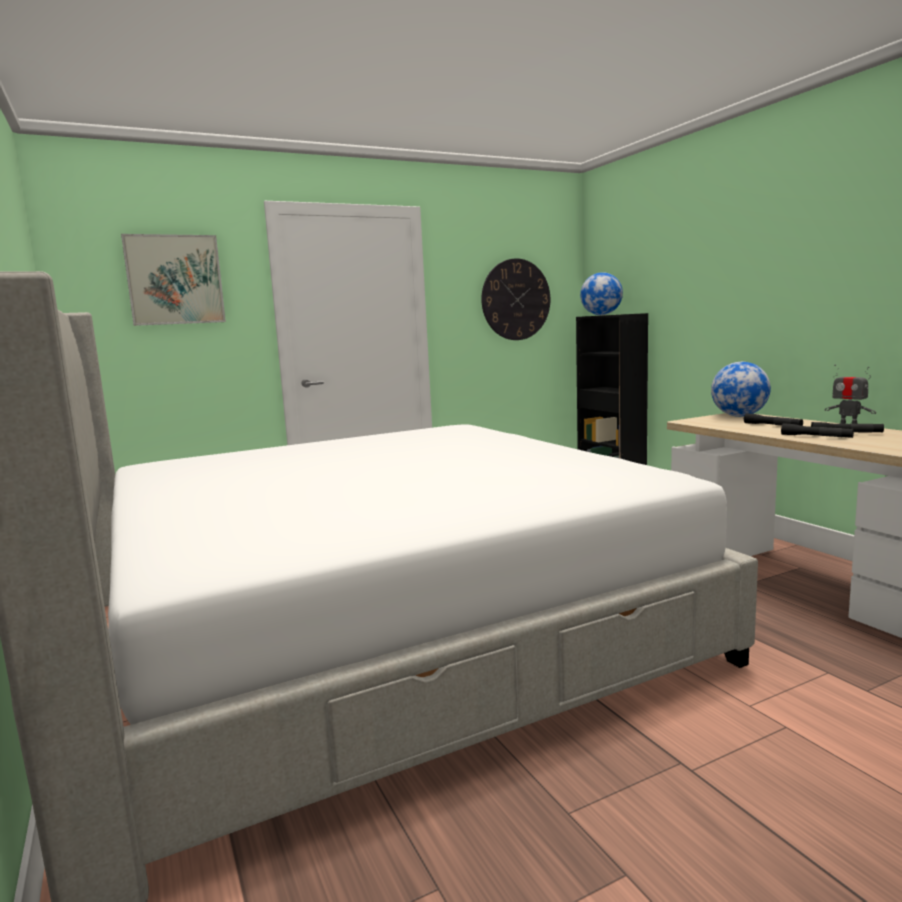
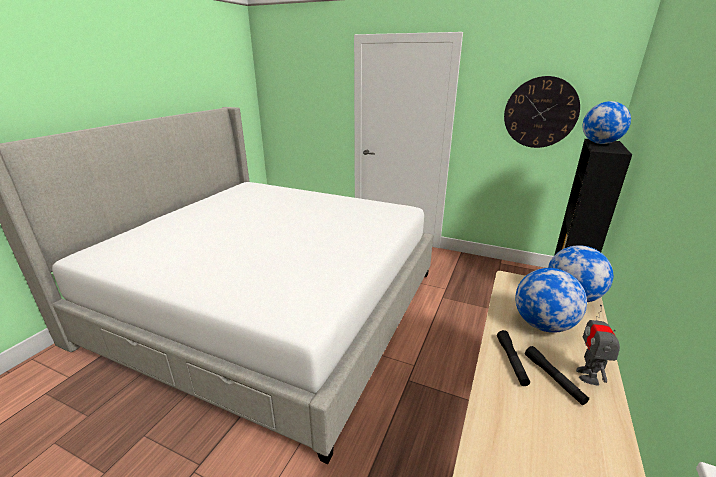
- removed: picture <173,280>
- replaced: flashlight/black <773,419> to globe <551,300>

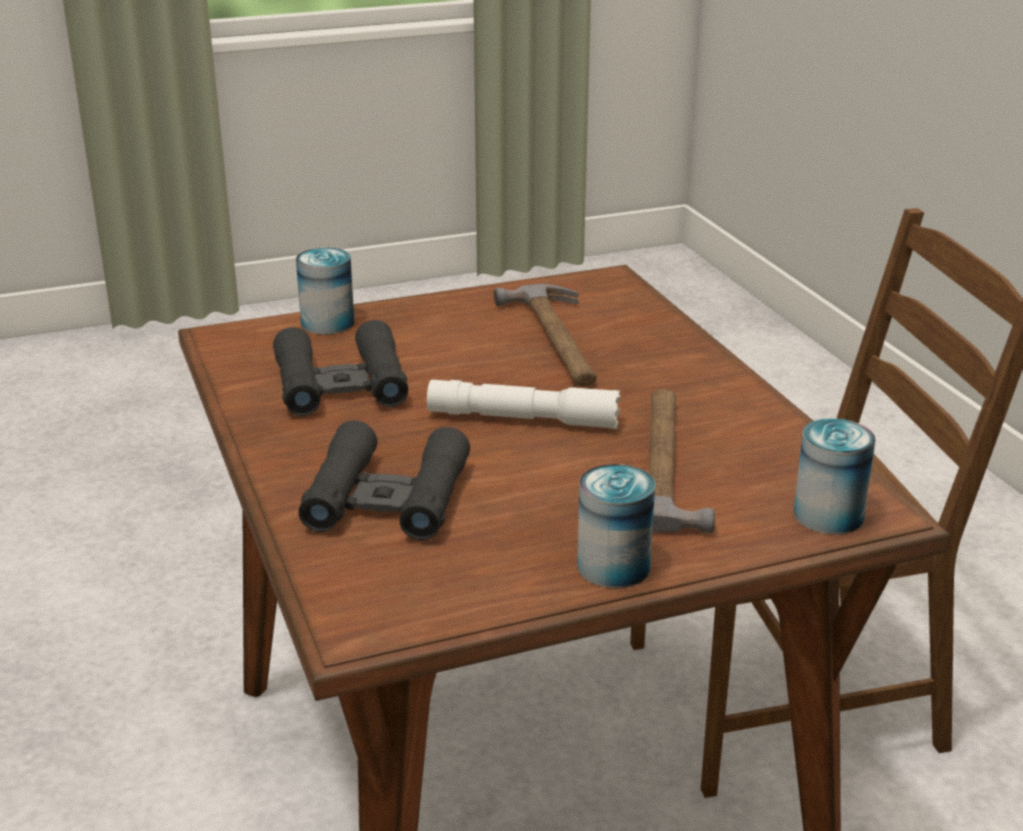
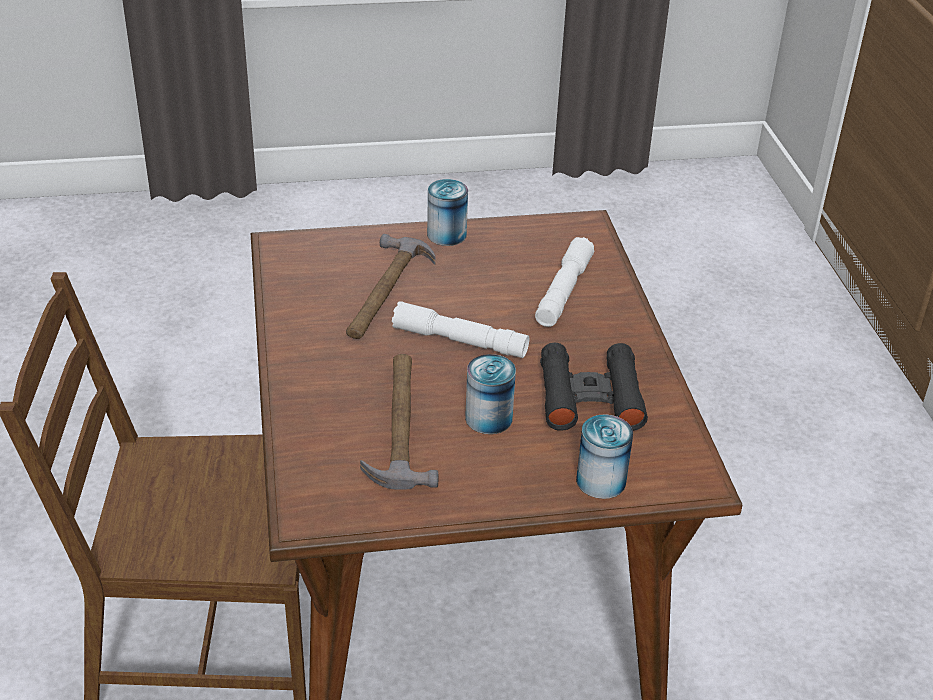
- replaced: binoculars/black <384,480> to flashlight/white <564,282>
- moved: can <835,476> to <490,394>

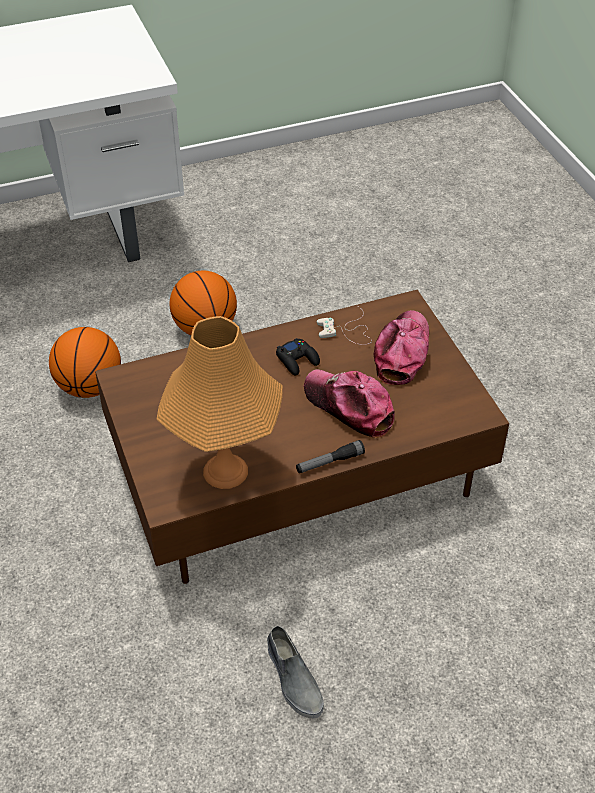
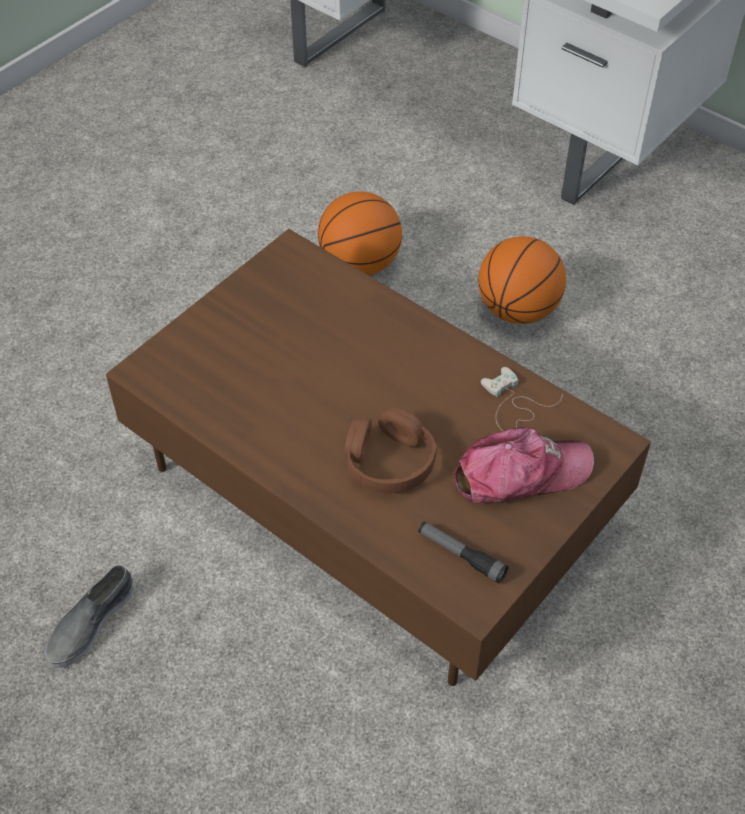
- removed: table lamp/orange <220,402>
- removed: game controller/black <298,356>
- moved: flashlight <330,456> to <463,552>
- replaced: cap <349,403> to headphones/brown <391,450>

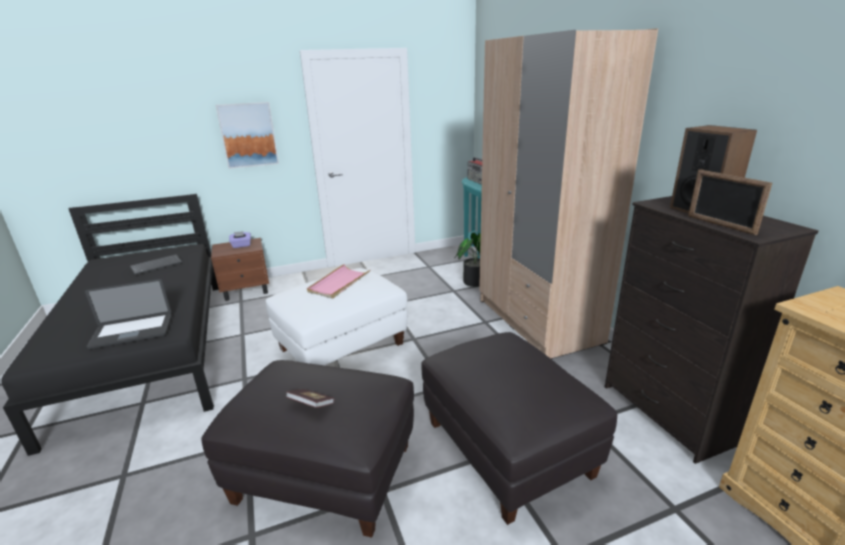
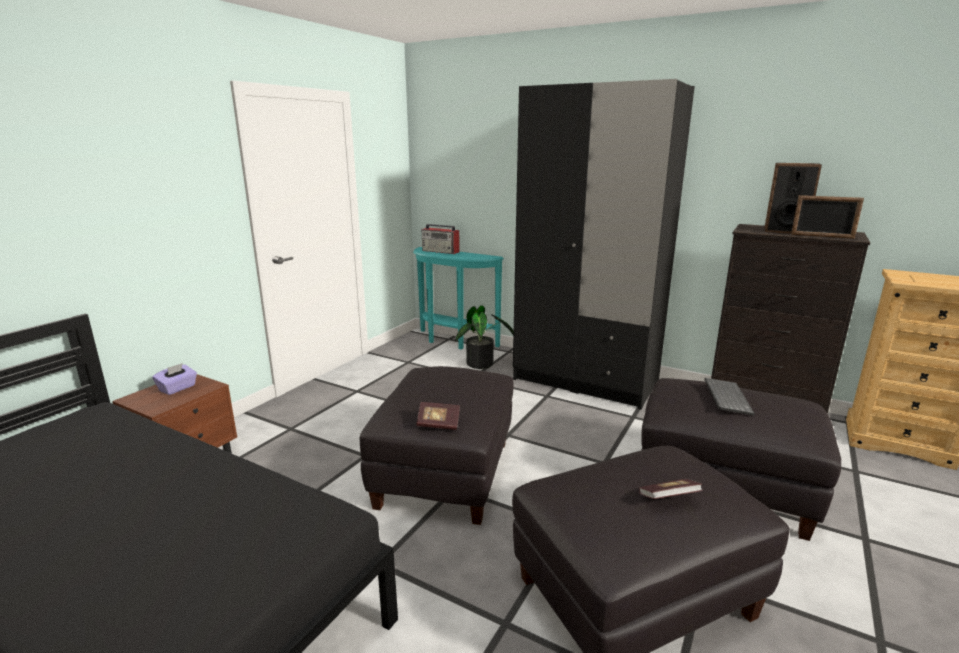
- removed: laptop <128,314>
- moved: keyboard <156,264> to <729,396>
- removed: picture <247,135>
- recoloured: ottoman/white <336,317> to ottoman/black <437,445>
- removed: tray/pink <339,281>
- recoloured: wardrobe/beige <568,193> to wardrobe/black <604,244>
- added: book <438,416>

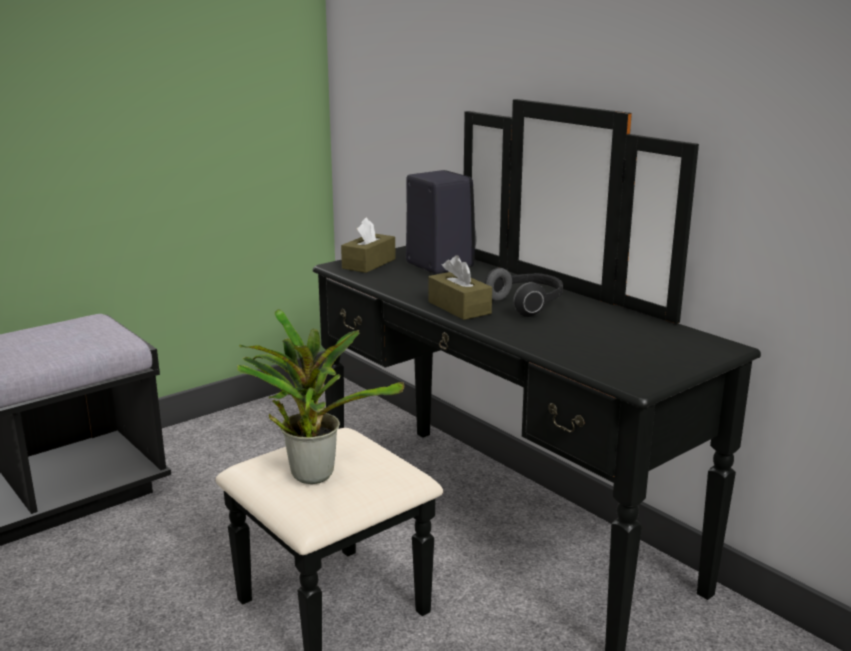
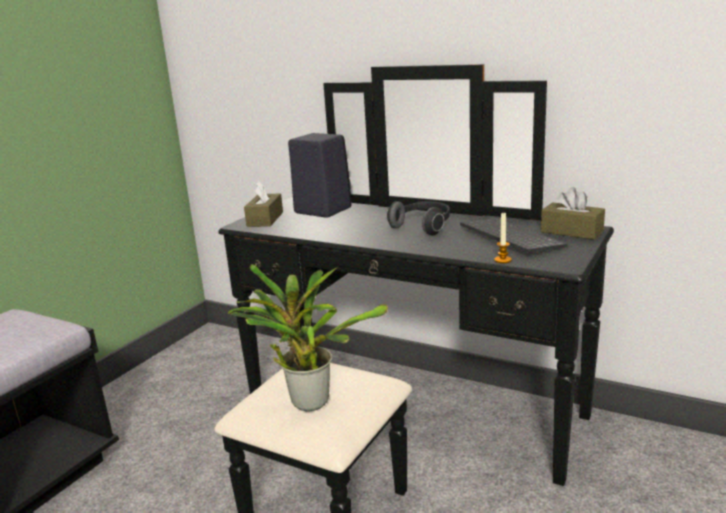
- moved: tissue box/brown <460,287> to <573,213>
- added: keyboard <514,235>
- added: candle <503,237>

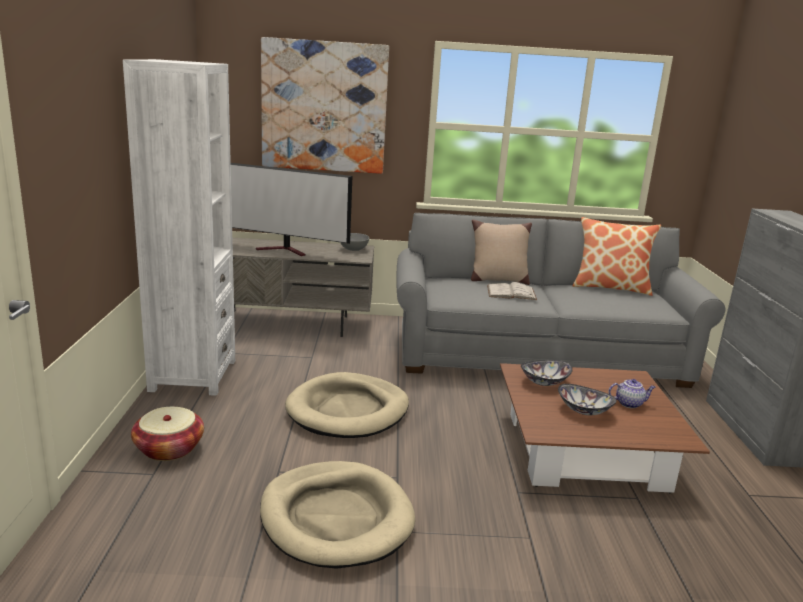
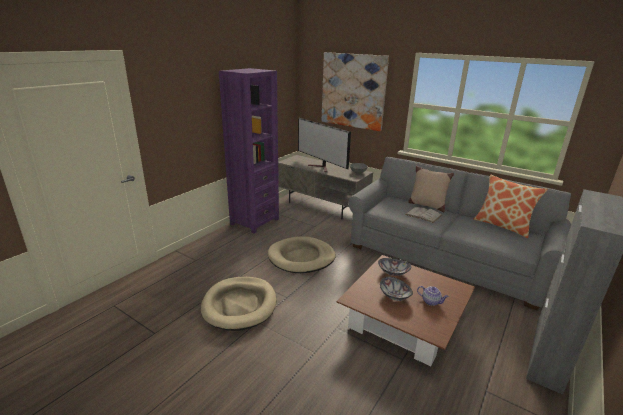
- recoloured: bookcase/white <179,227> to bookcase/purple <249,151>
- removed: basket <167,434>

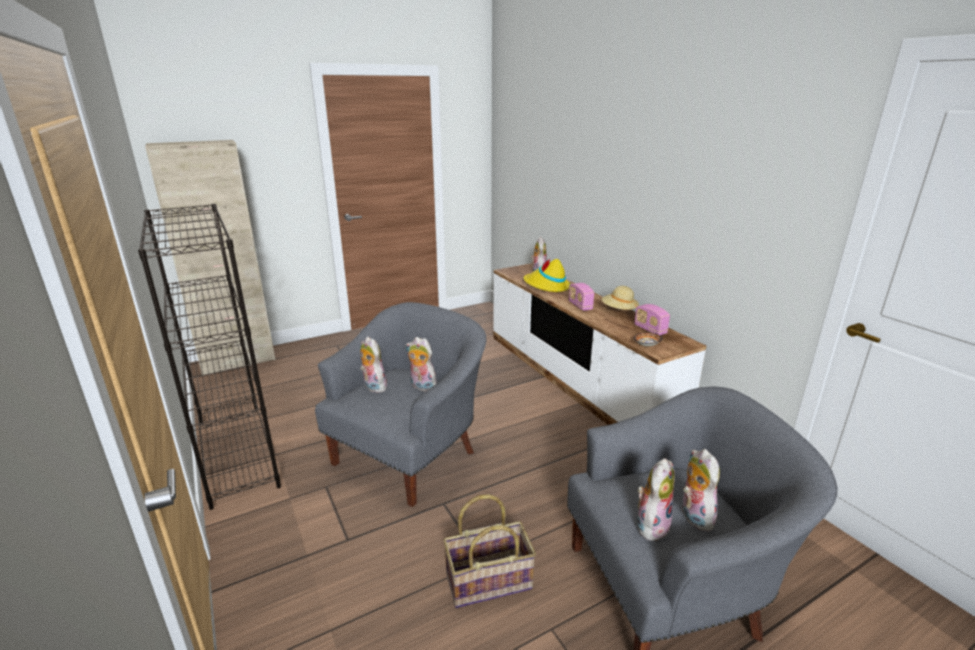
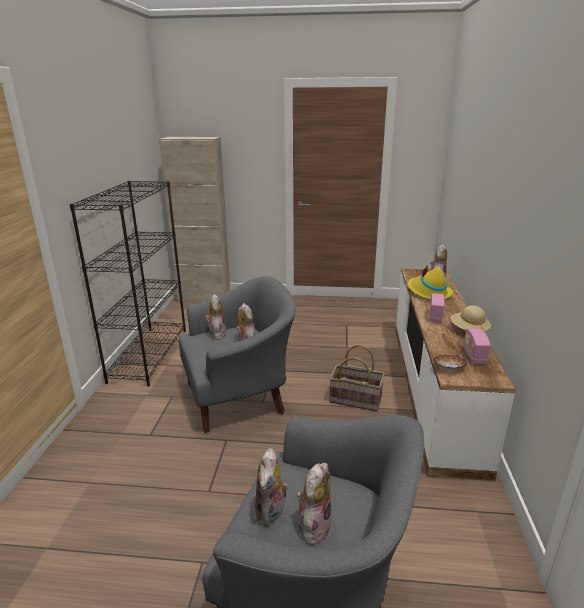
- moved: basket <489,551> to <357,378>
- turned: plush toy <656,499> = <272,487> 120 degrees clockwise

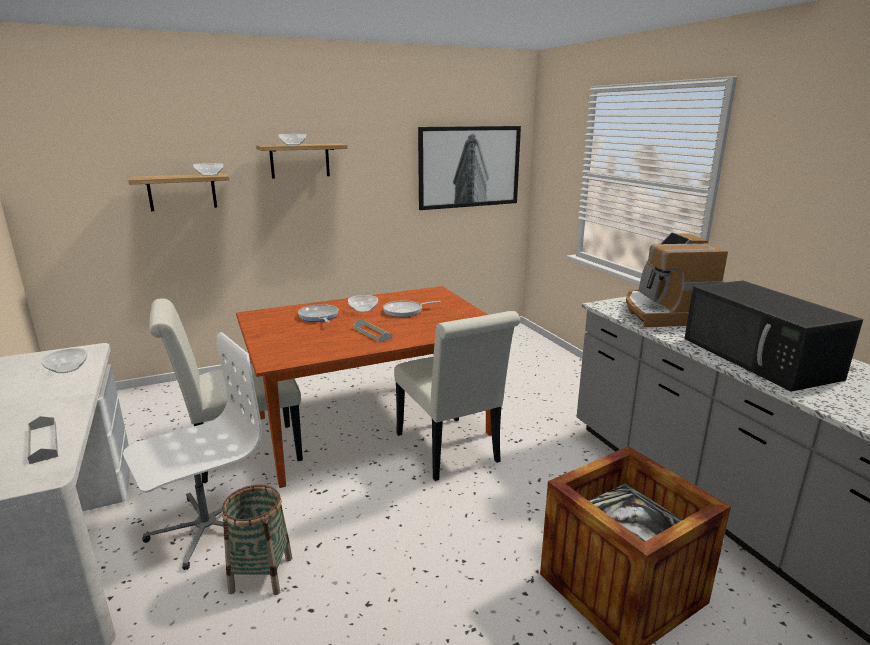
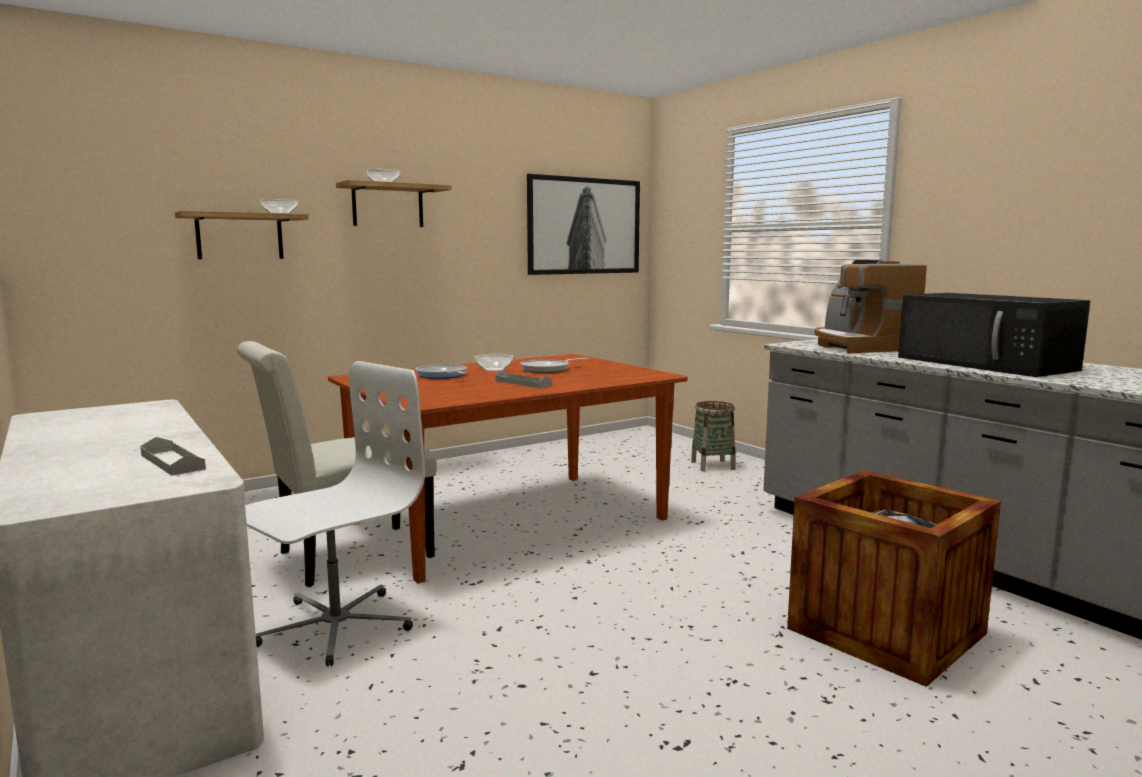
- removed: bowl <63,360>
- moved: basket <257,540> to <713,436>
- removed: chair/white <457,396>

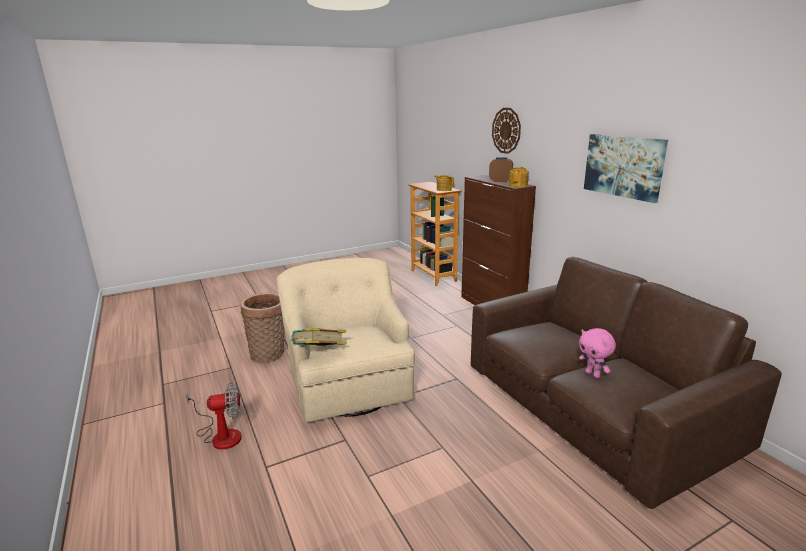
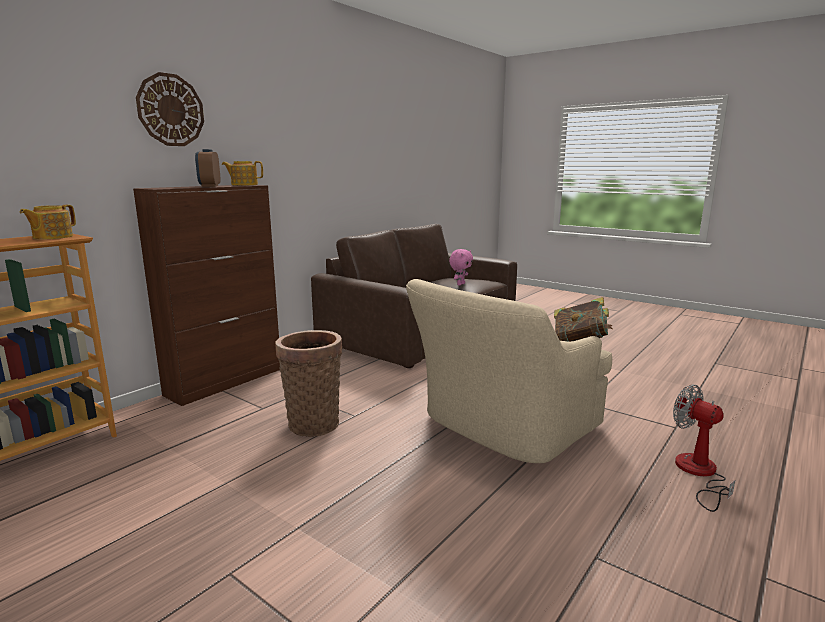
- moved: basket <262,328> to <308,383>
- removed: picture <626,168>

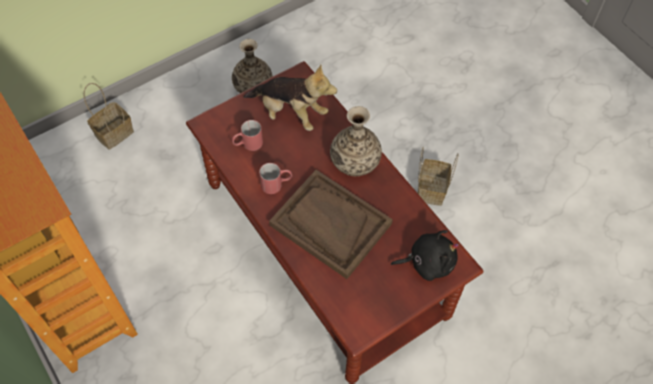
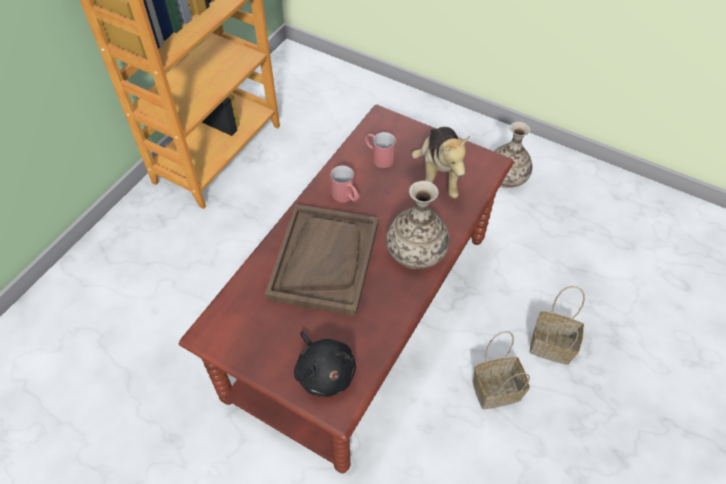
- moved: basket <109,116> to <557,325>

